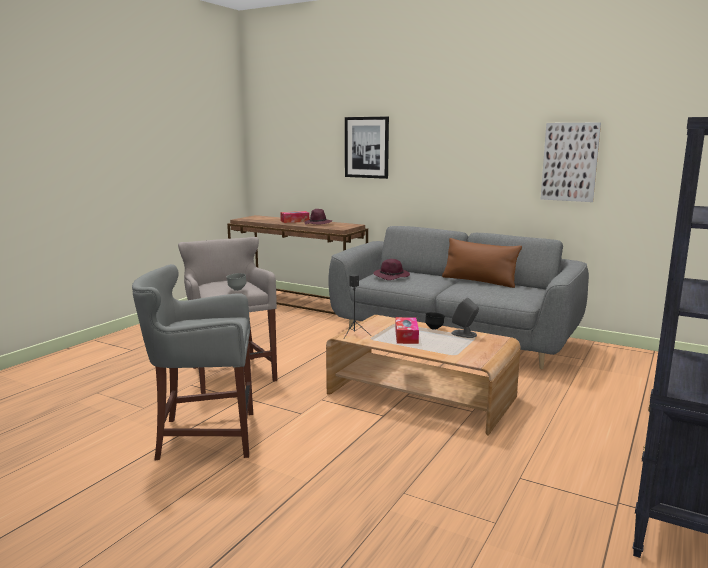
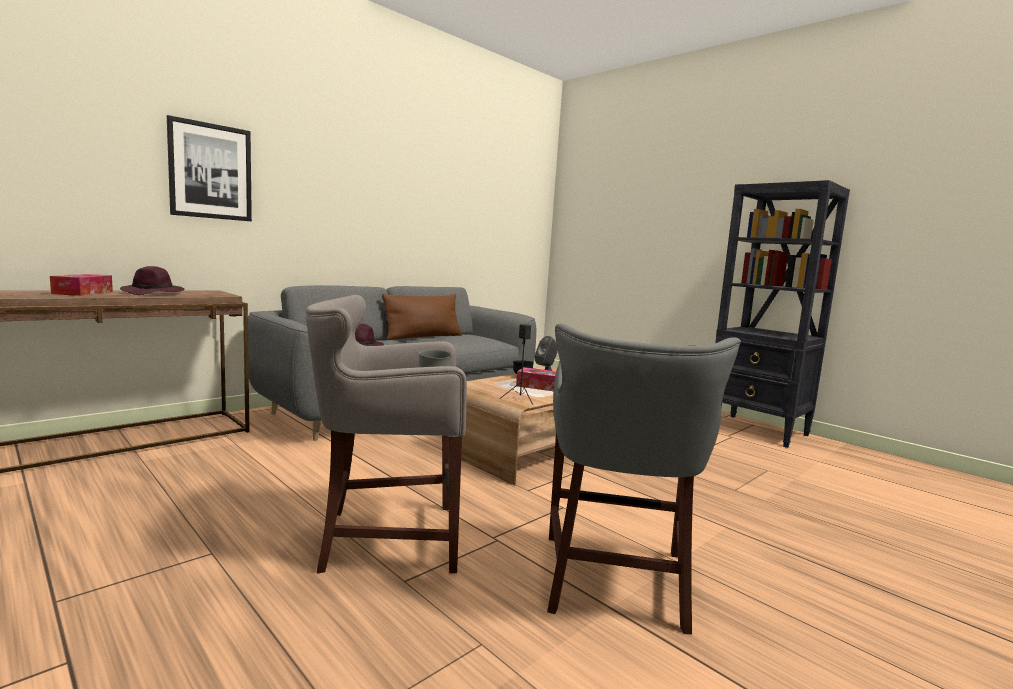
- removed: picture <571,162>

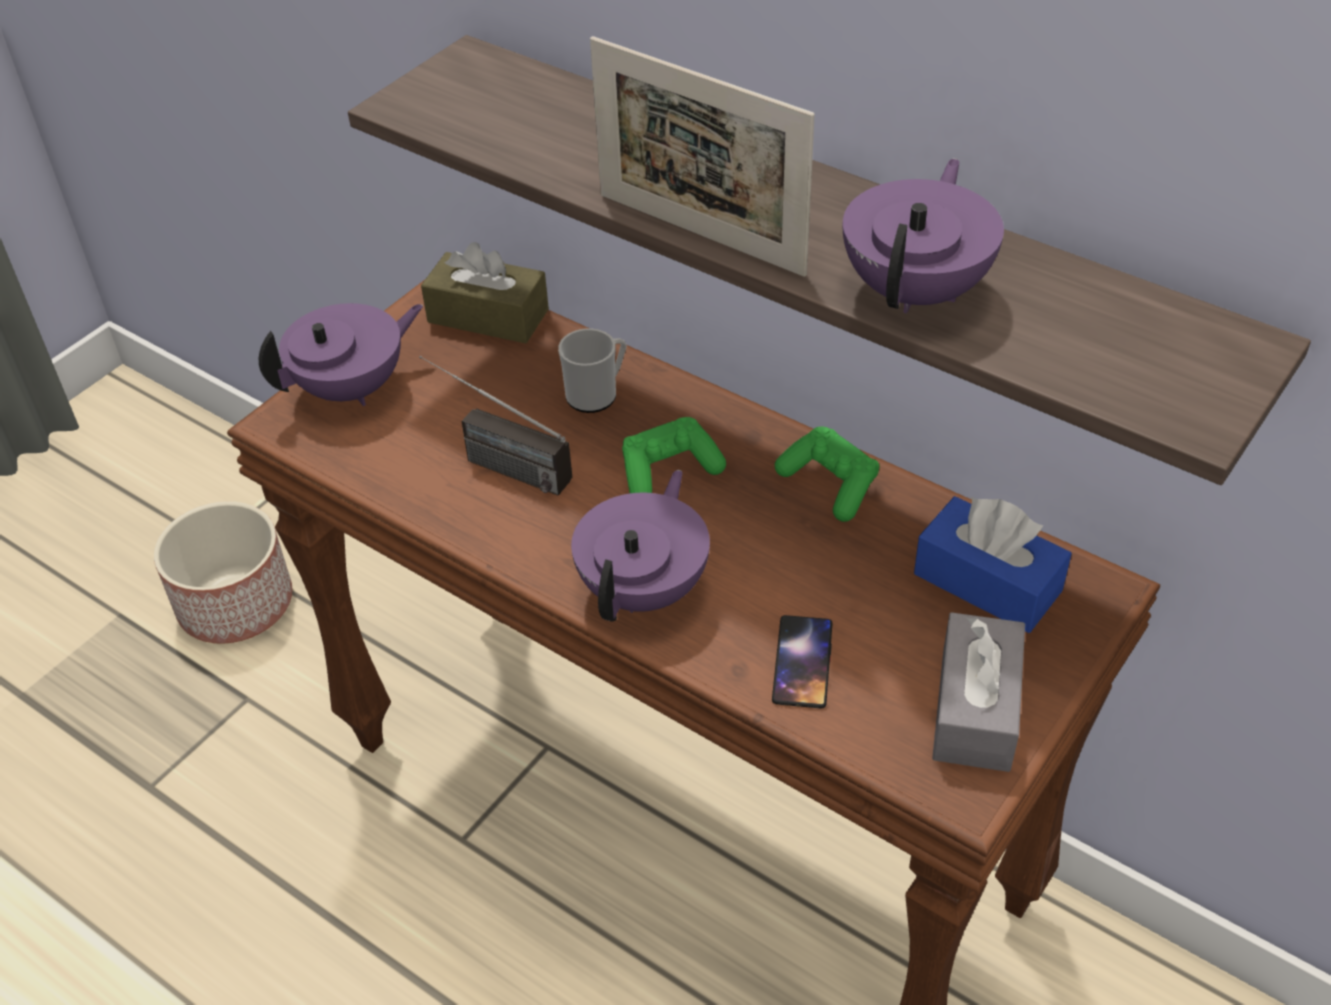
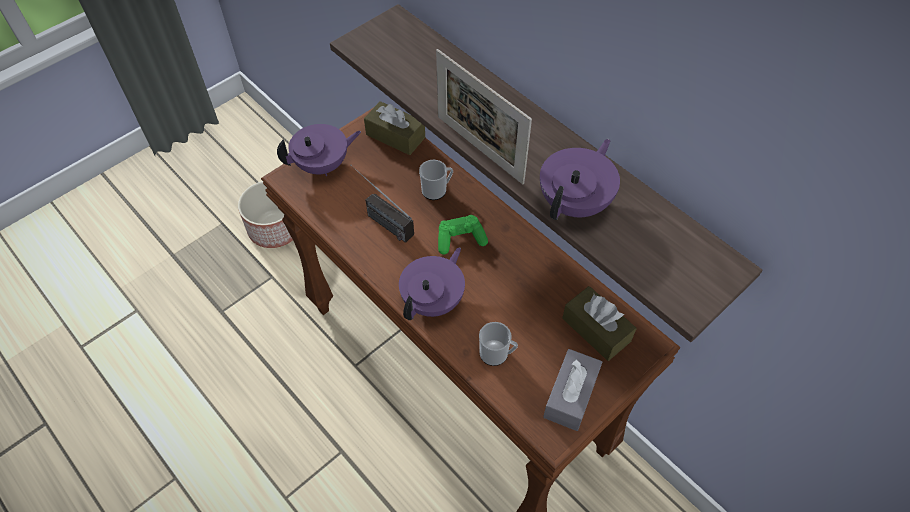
- replaced: phone <802,661> to mug <498,344>
- removed: game controller/green <827,474>
- recoloured: tissue box/blue <993,564> to tissue box/brown <599,323>

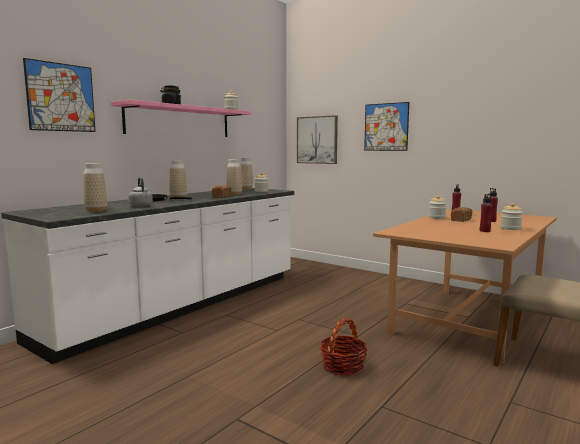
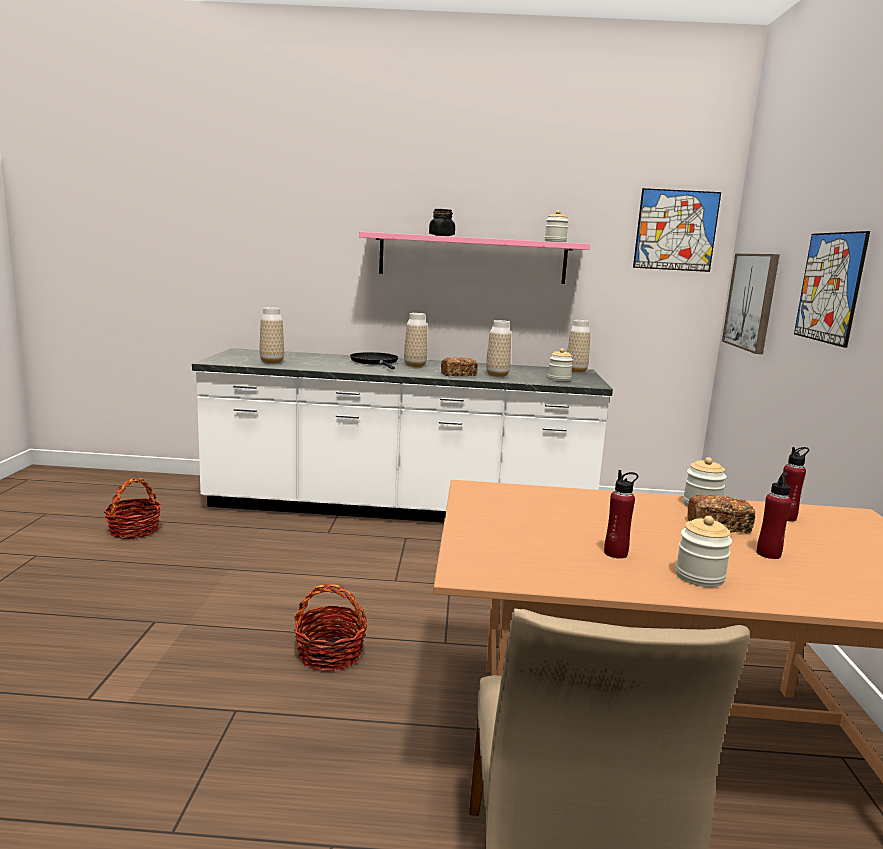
- moved: picture <59,95> to <677,230>
- removed: kettle/grey <140,192>
- added: basket <132,508>

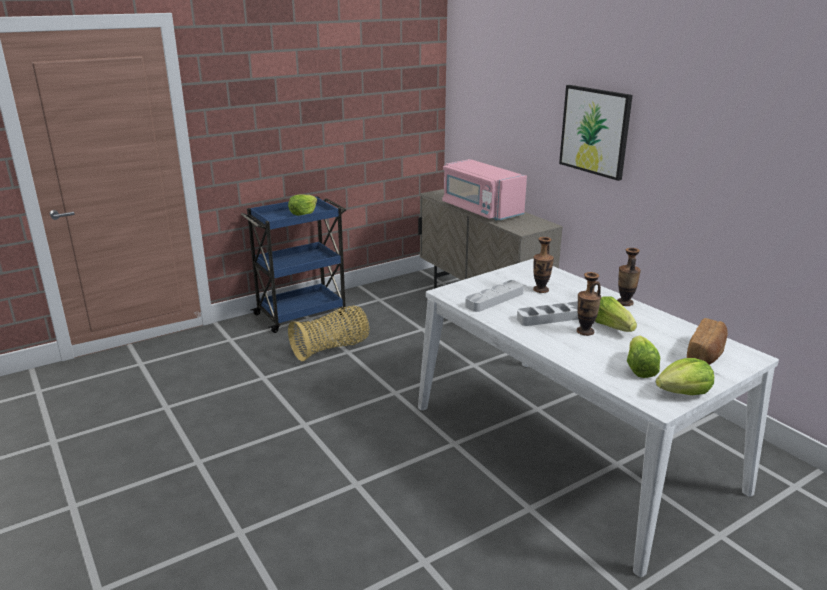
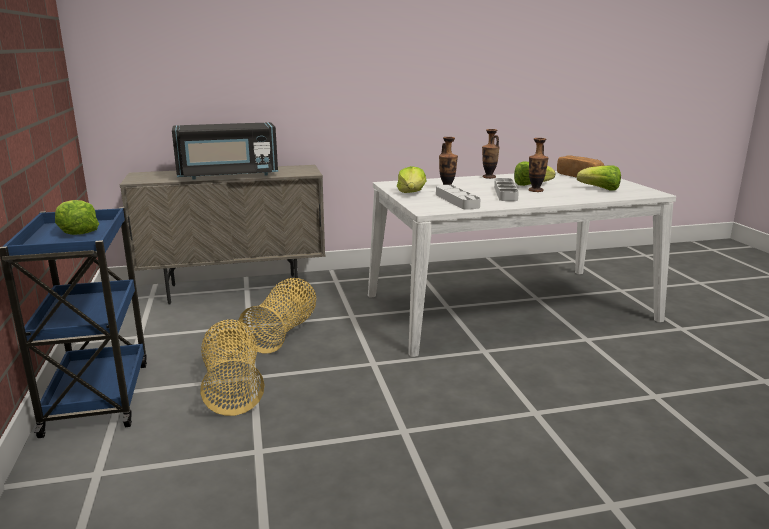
- recoloured: microwave/pink <484,190> to microwave/black <225,151>
- removed: picture <596,133>
- moved: lettuce <685,376> to <412,179>
- added: basket <277,315>

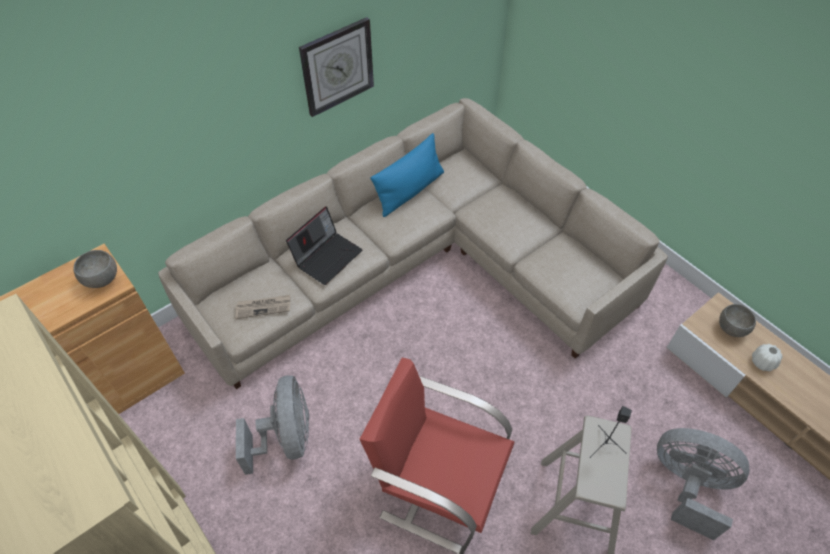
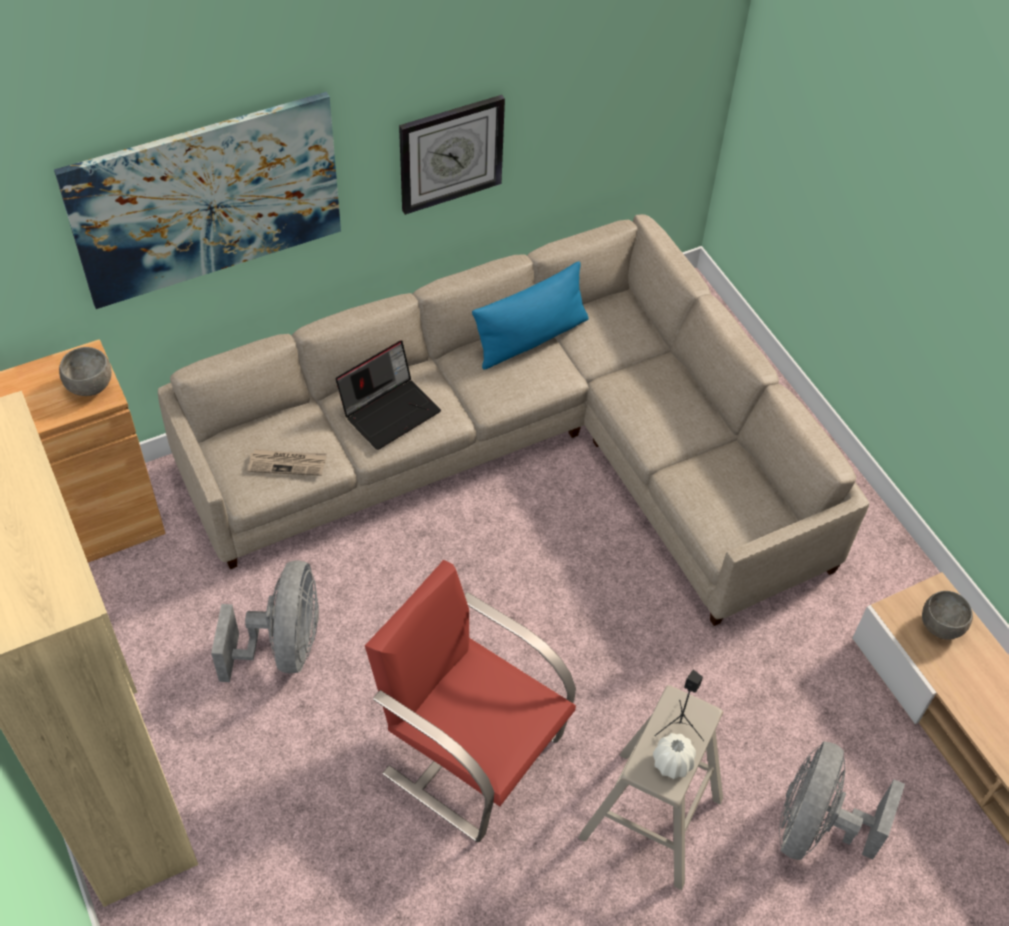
- turned: fan/grey <703,484> = <842,801> 105 degrees counterclockwise
- moved: vase/white <767,357> to <674,756>
- added: picture <197,200>

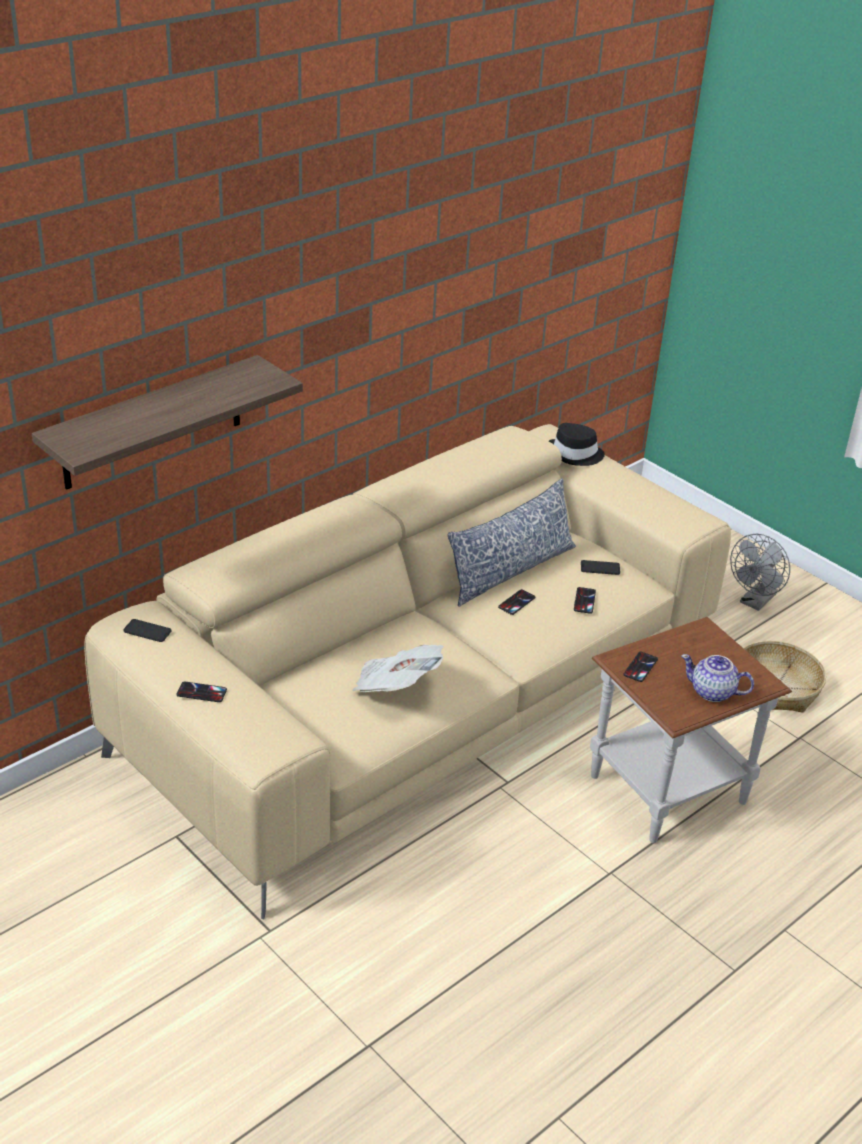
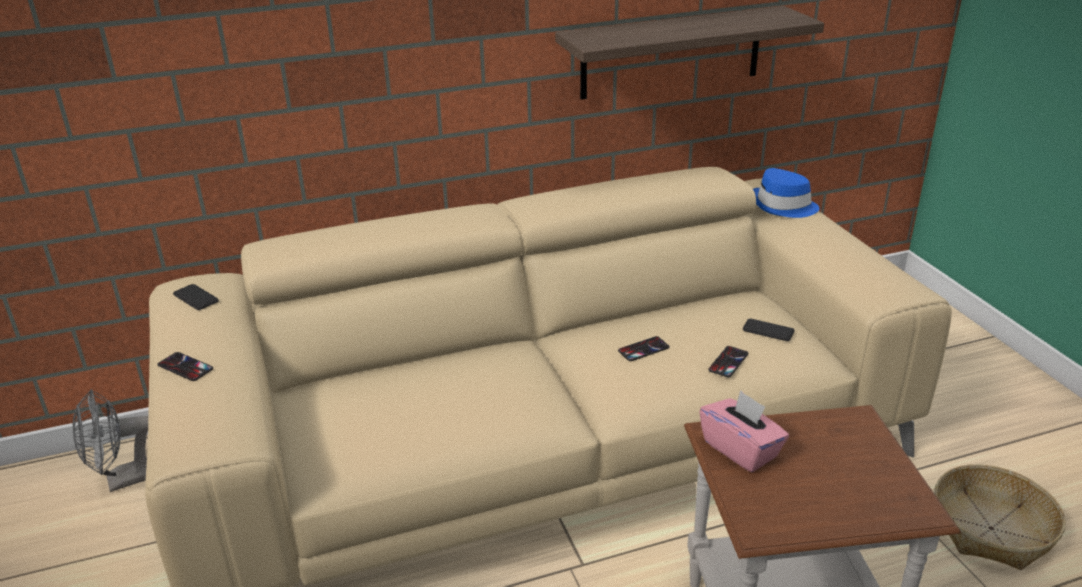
- moved: shelf <167,422> to <689,53>
- removed: newspaper <398,668>
- removed: pillow <511,542>
- recoloured: hat/black <577,444> to hat/blue <786,193>
- replaced: phone <641,666> to tissue box/pink <744,431>
- removed: teapot <717,678>
- moved: fan/grey <760,572> to <110,440>

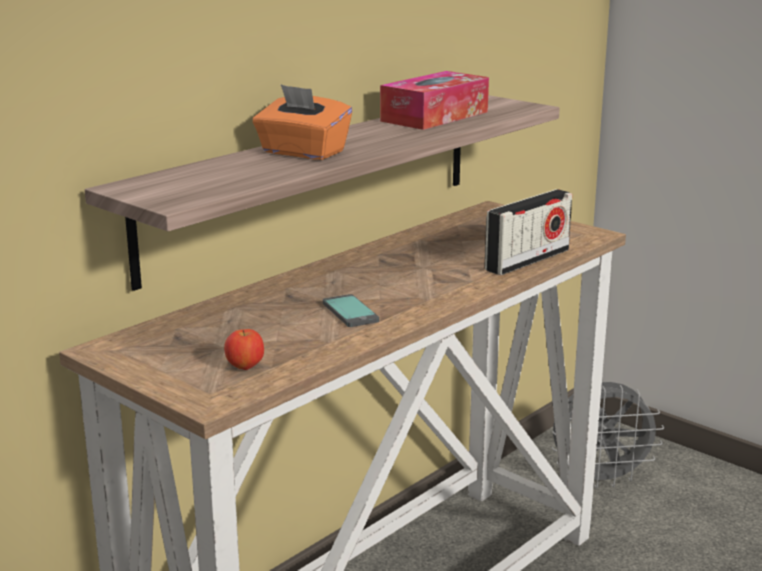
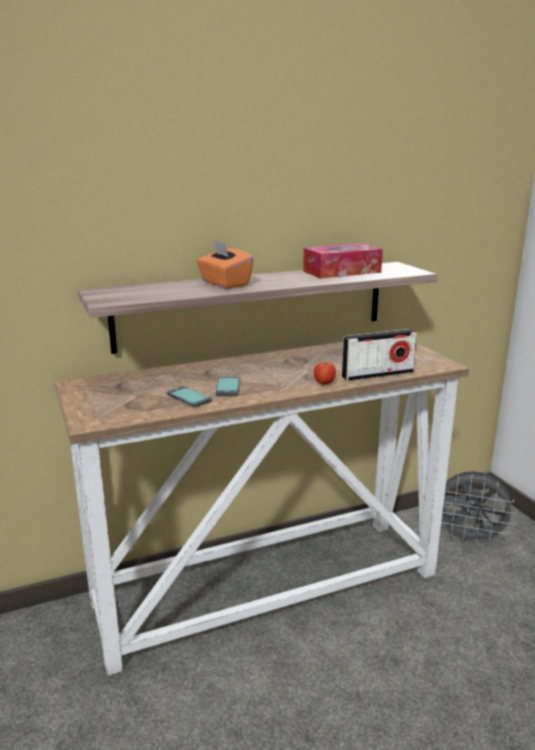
- moved: apple <244,349> to <325,373>
- added: phone <189,396>

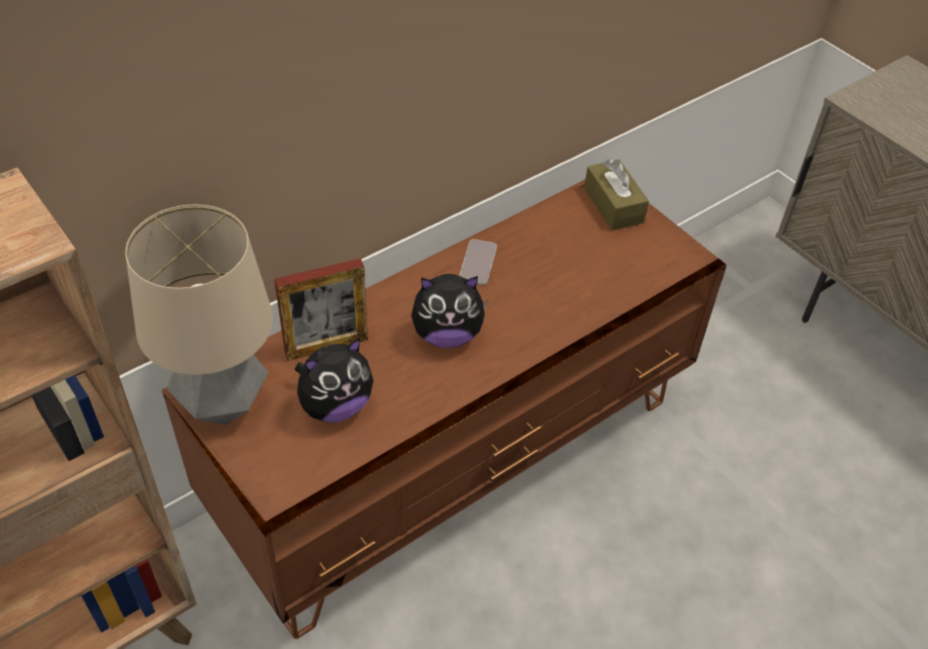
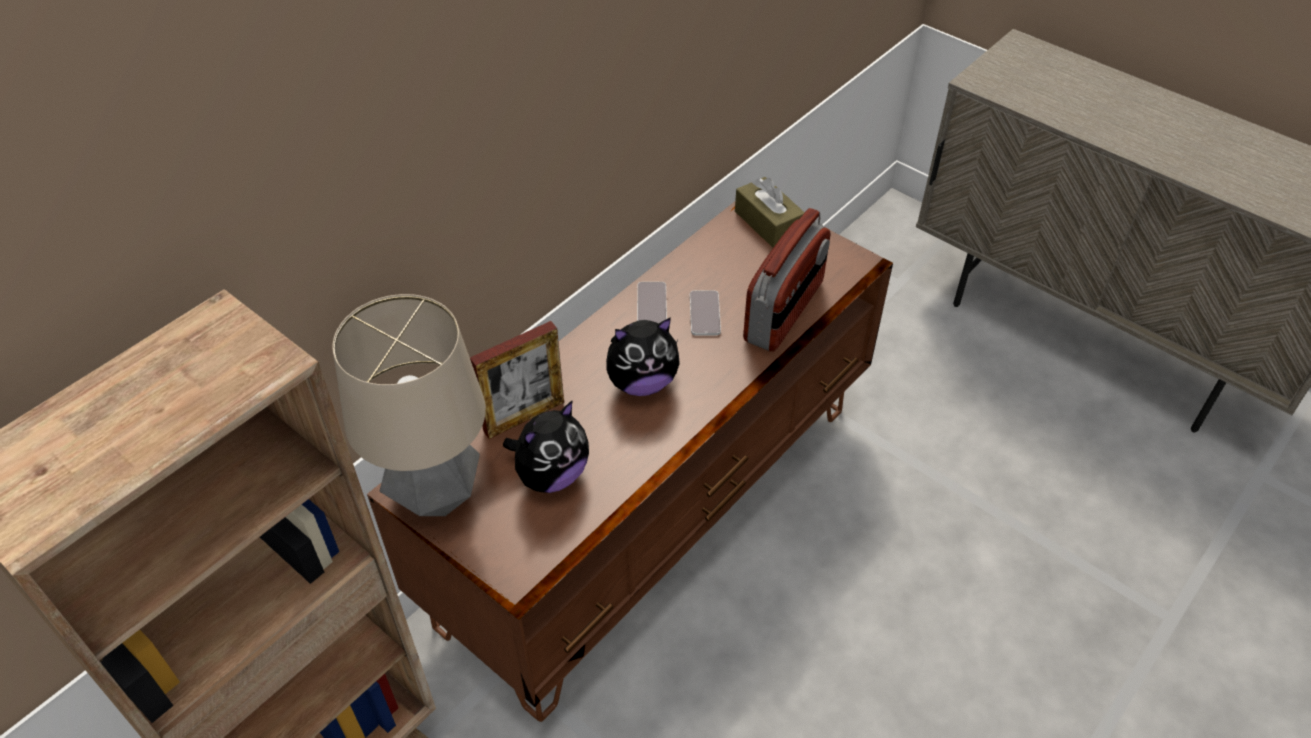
- added: phone <705,313>
- added: radio <786,280>

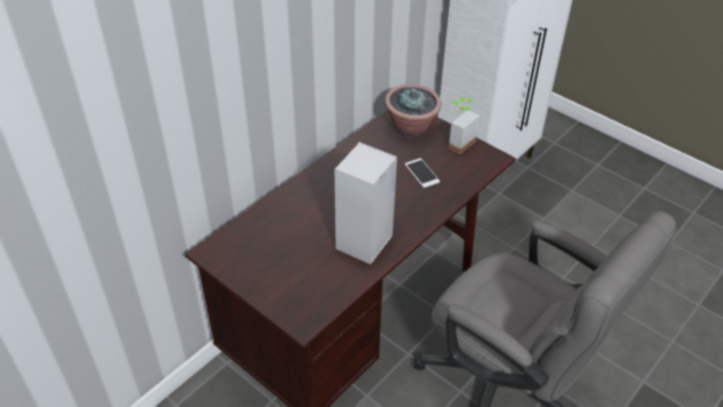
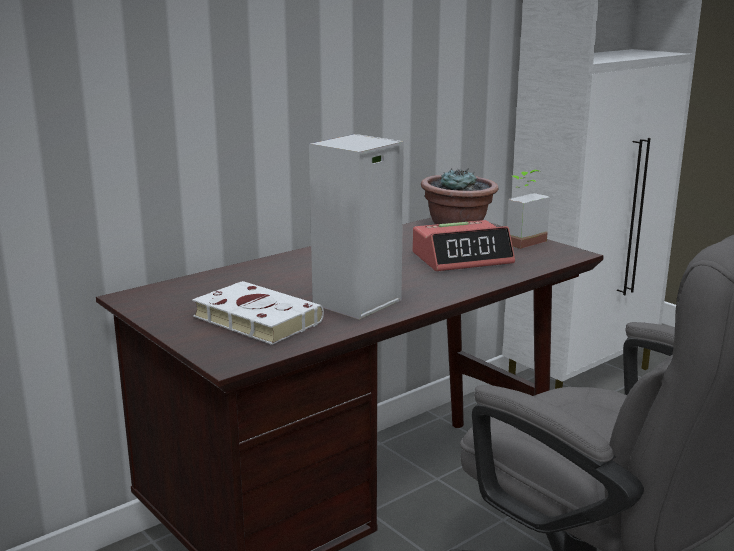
- replaced: phone <422,173> to alarm clock <463,245>
- added: book/white <258,313>

